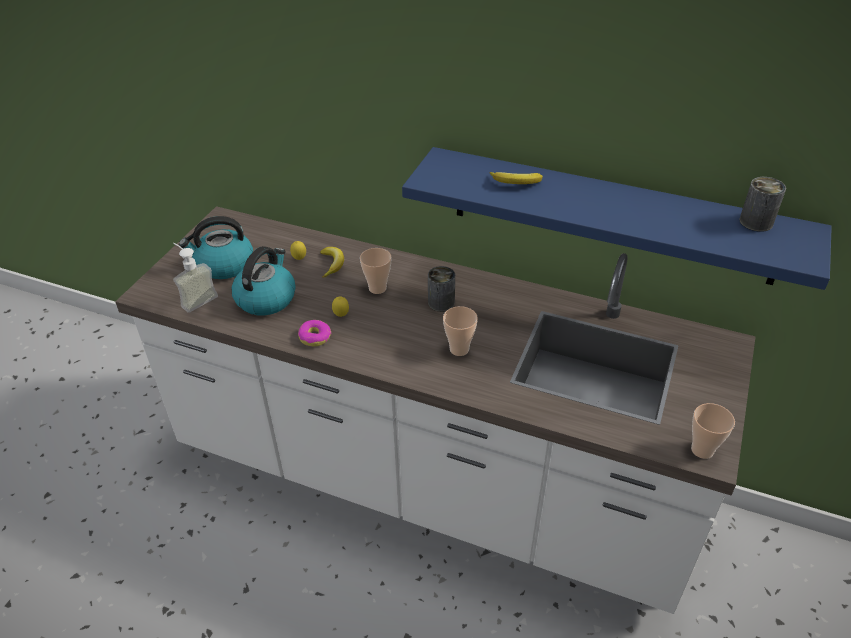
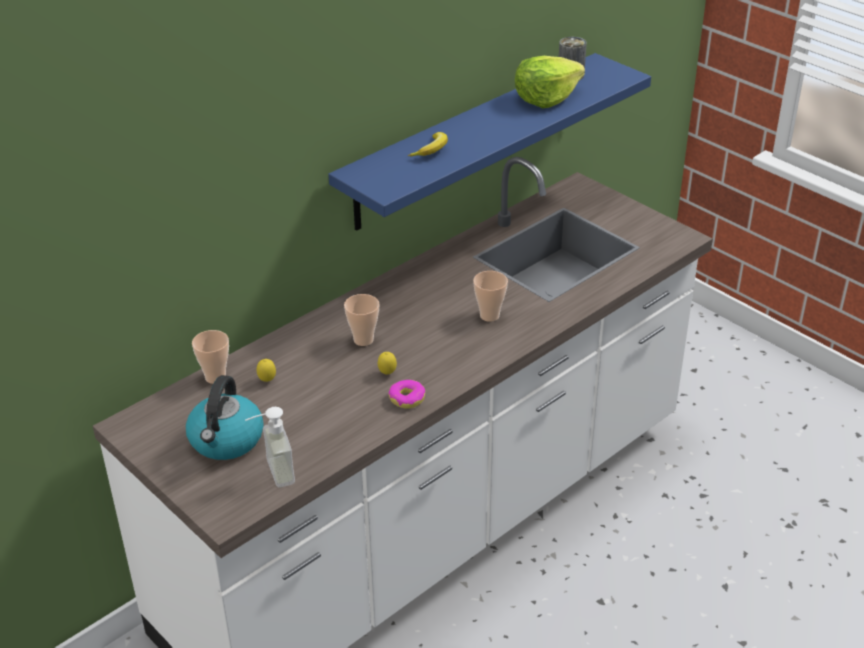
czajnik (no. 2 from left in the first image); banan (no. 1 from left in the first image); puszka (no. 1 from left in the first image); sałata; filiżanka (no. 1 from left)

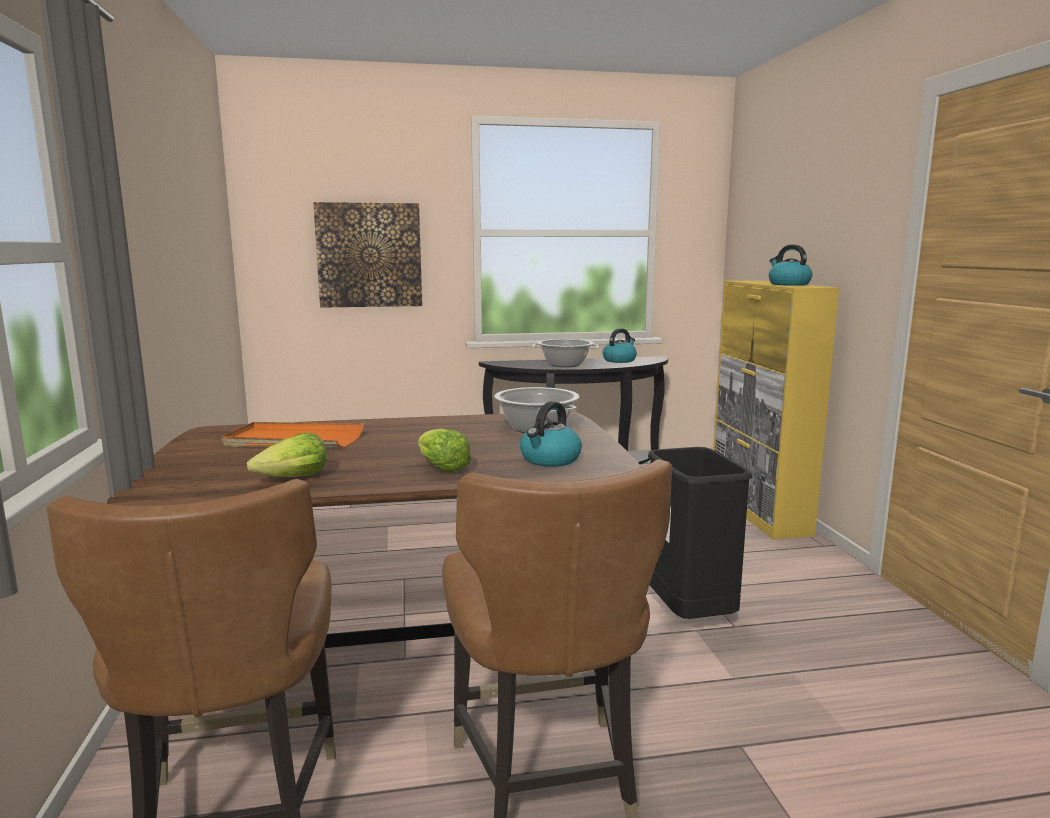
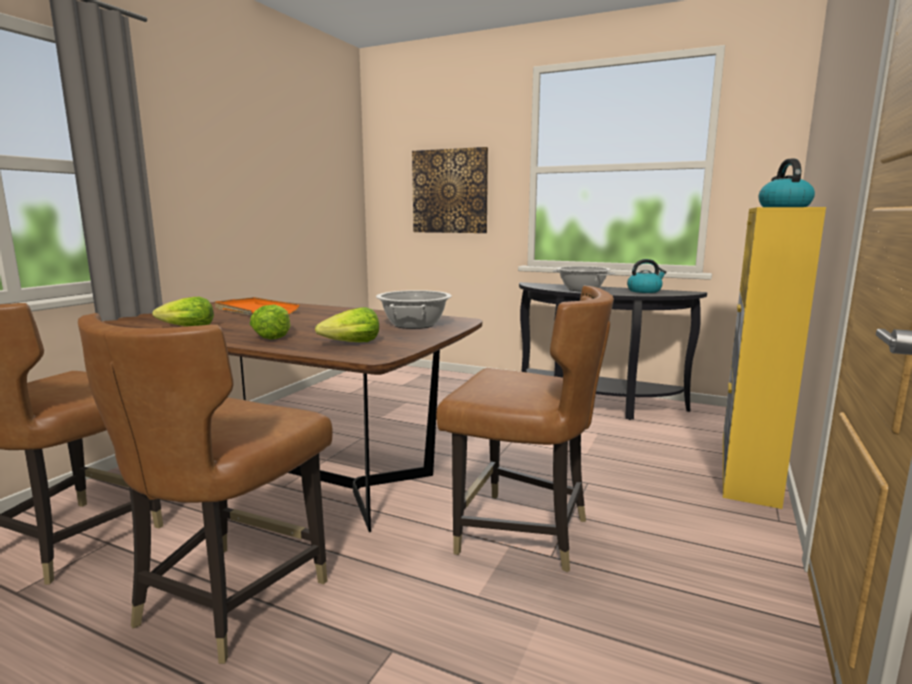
sałata (no. 3 from left); krzesło (brązowy) (no. 3 from left)

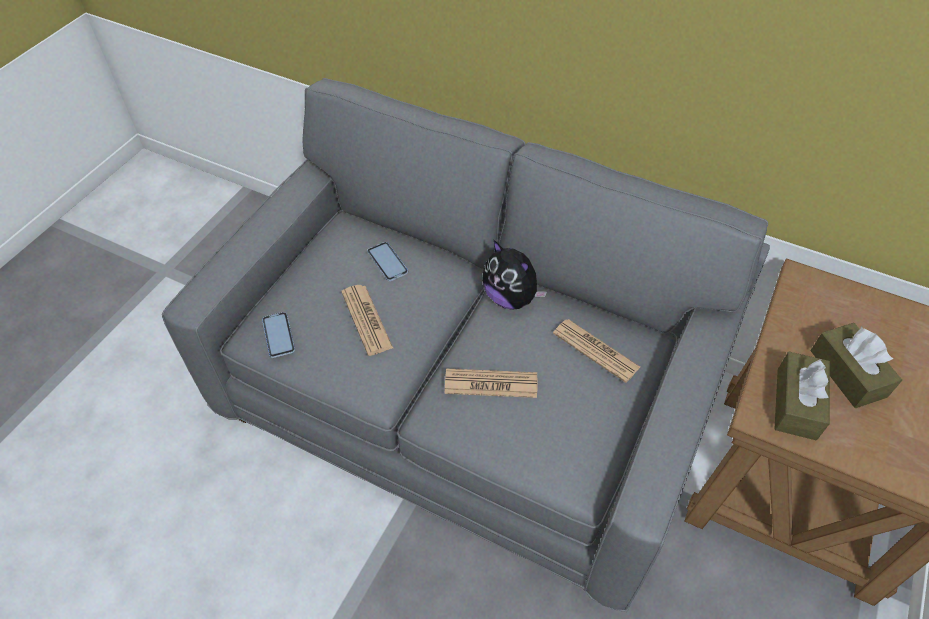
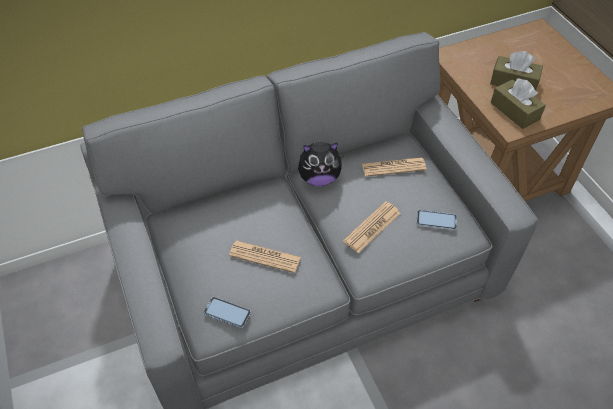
telefon (no. 2 from left)

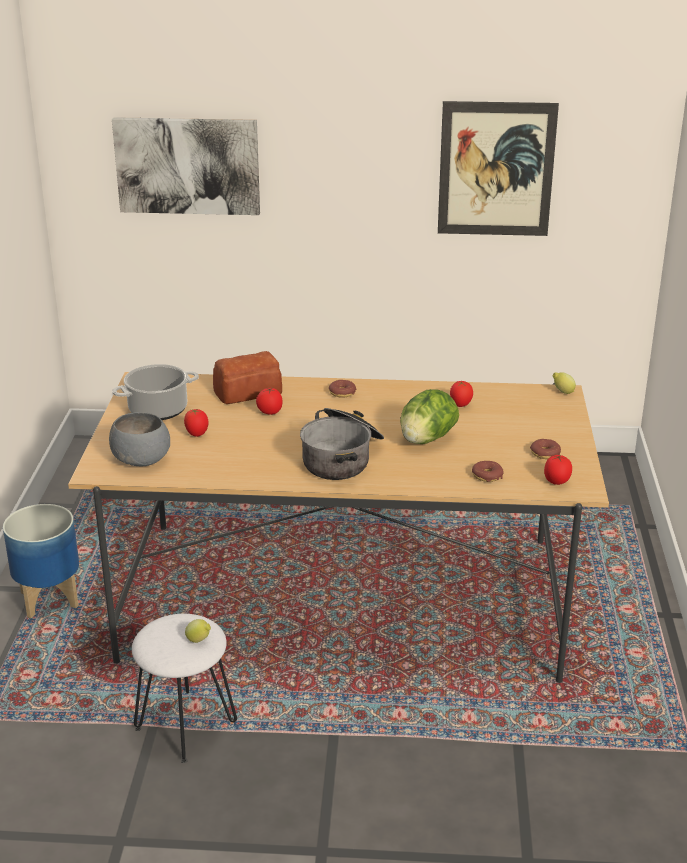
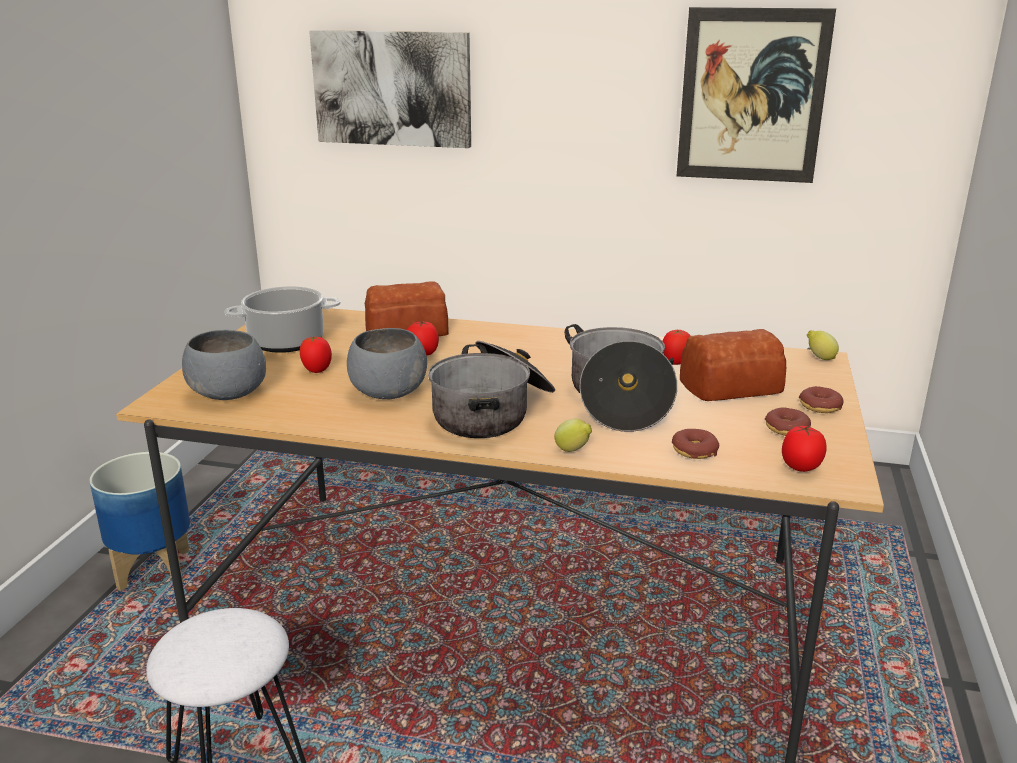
miska (szary) (no. 2 from left); chleb (no. 2 from left); cytryna (no. 1 from left); donut (no. 3 from left); garnek (no. 3 from left)

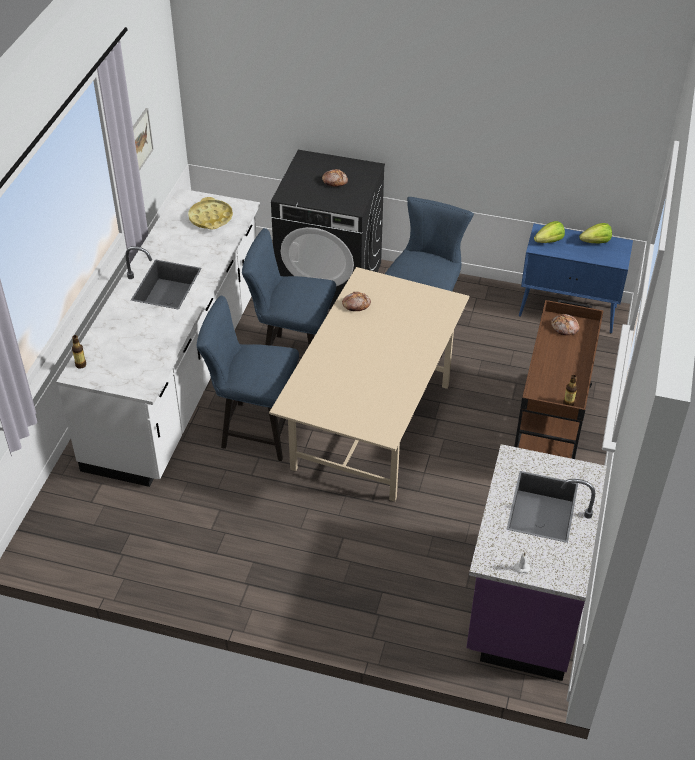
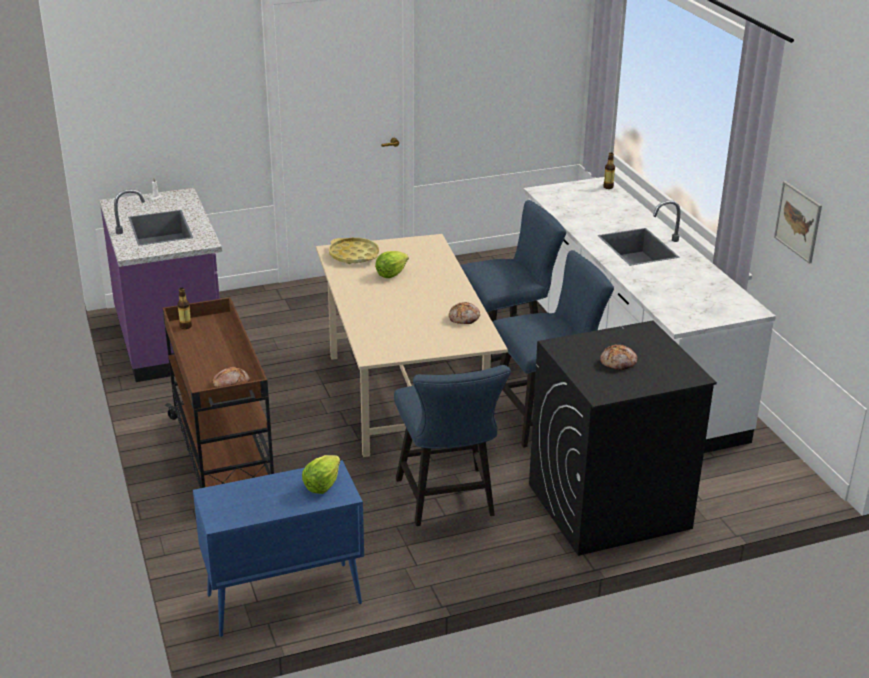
taca (żółty); sałata (no. 2 from left)

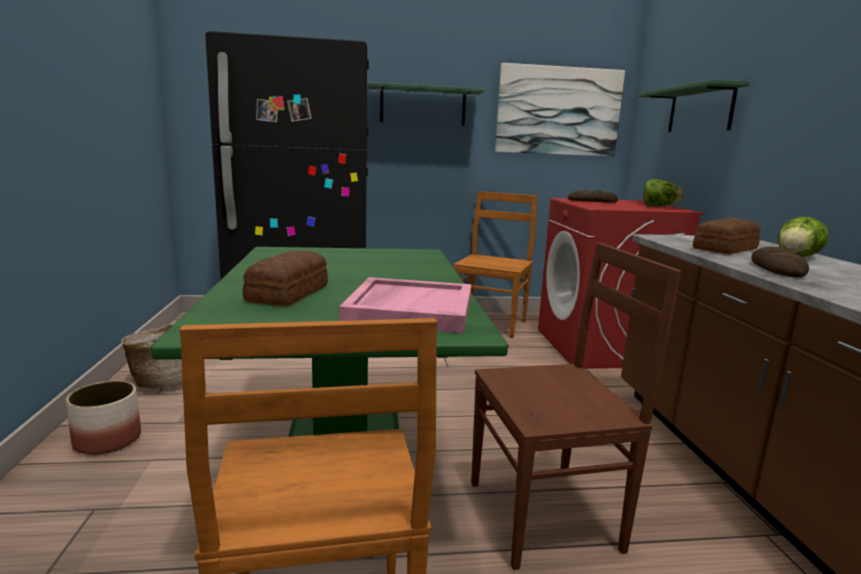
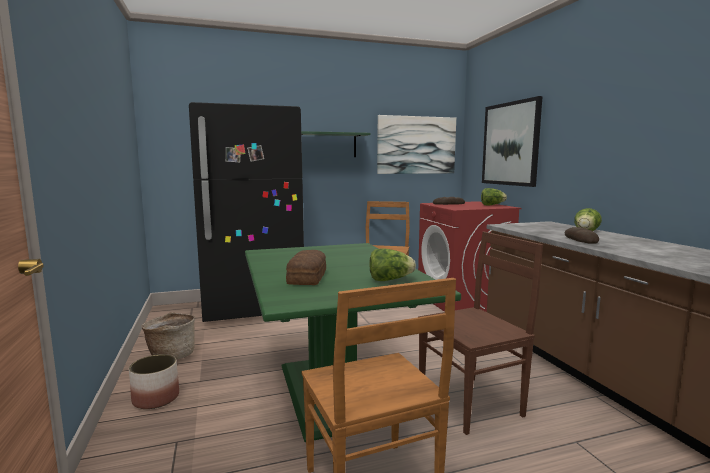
chleb (no. 3 from left in the first image); sałata (no. 1 from left); obraz (no. 2 from left)

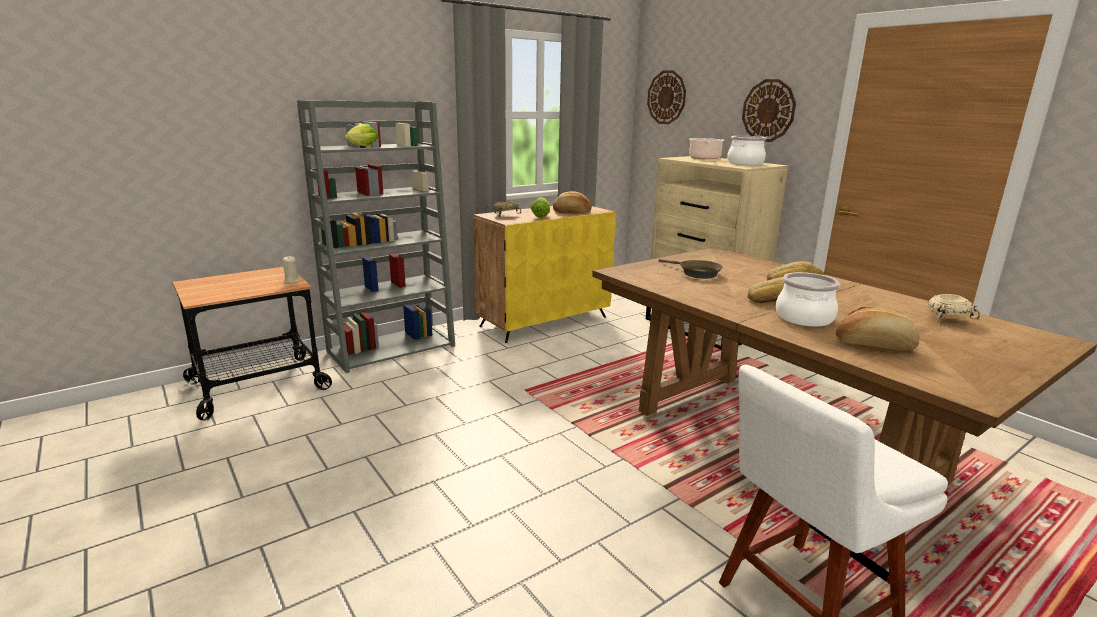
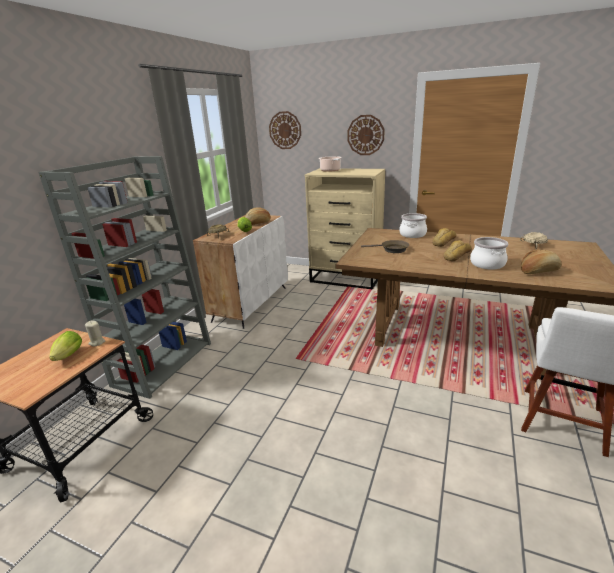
sałata (no. 1 from left); garnek (no. 2 from left); szafka (biały)

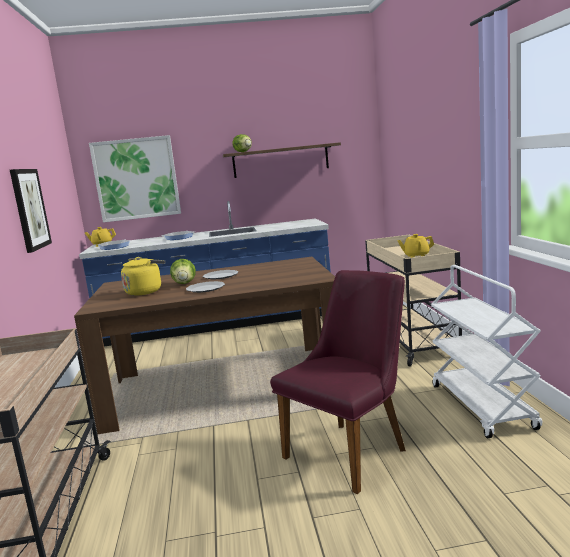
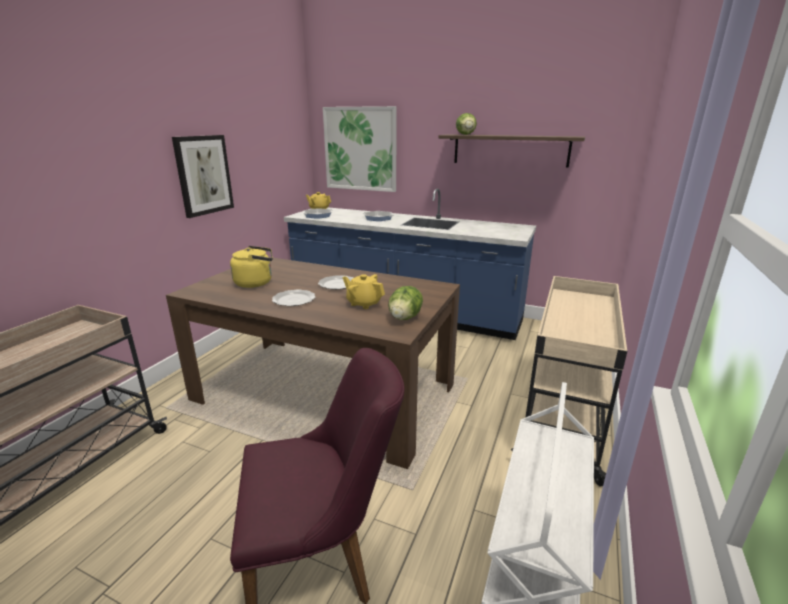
sałata (no. 1 from left); imbryk (żółty) (no. 2 from left)

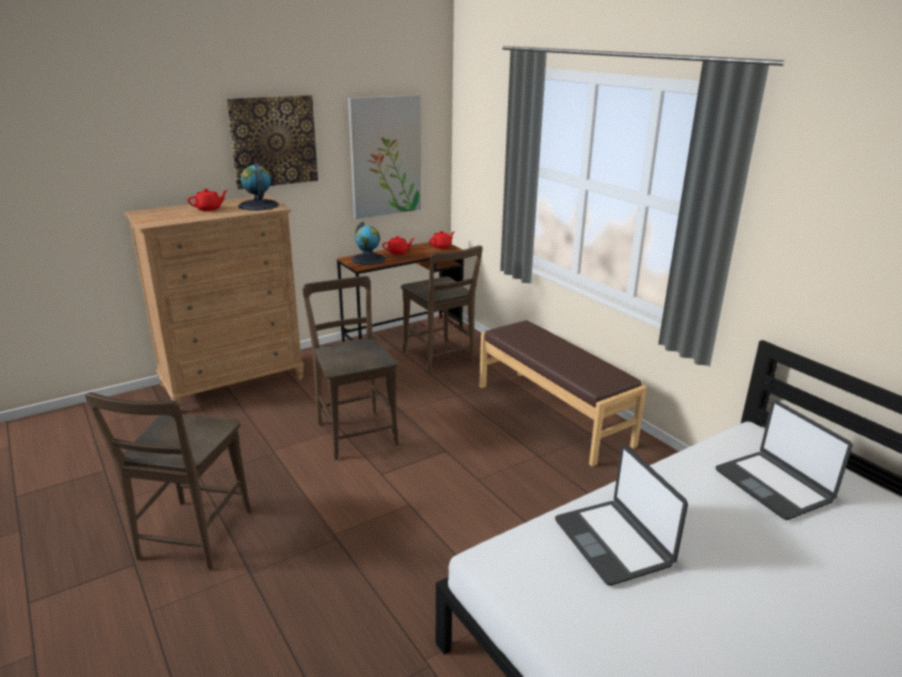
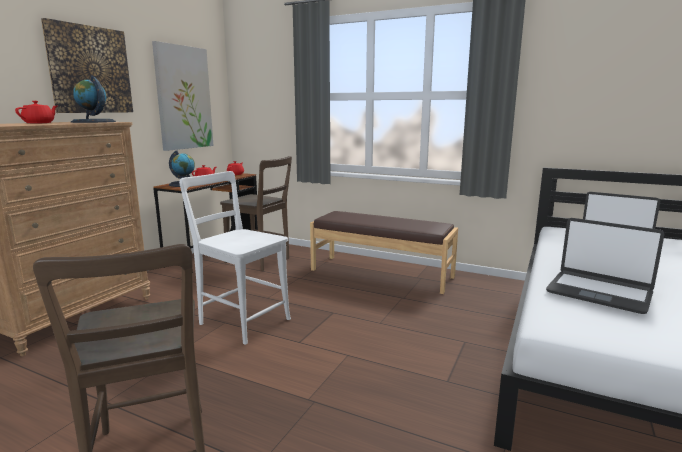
krzesło (biały)

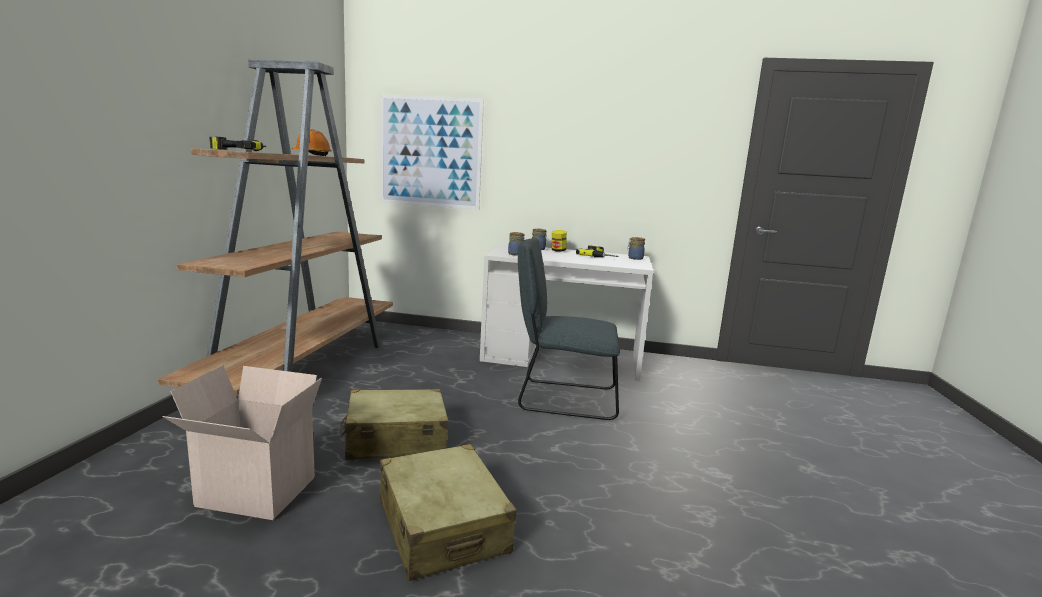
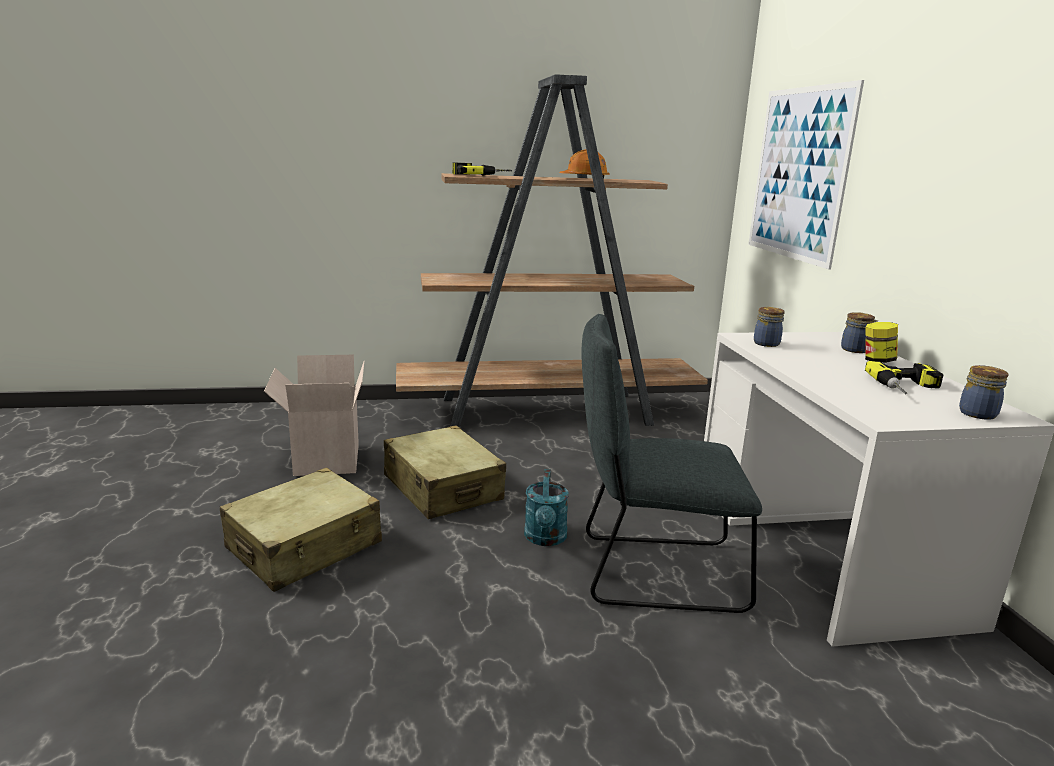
konewka (turkusowy); krzesło (szary)

